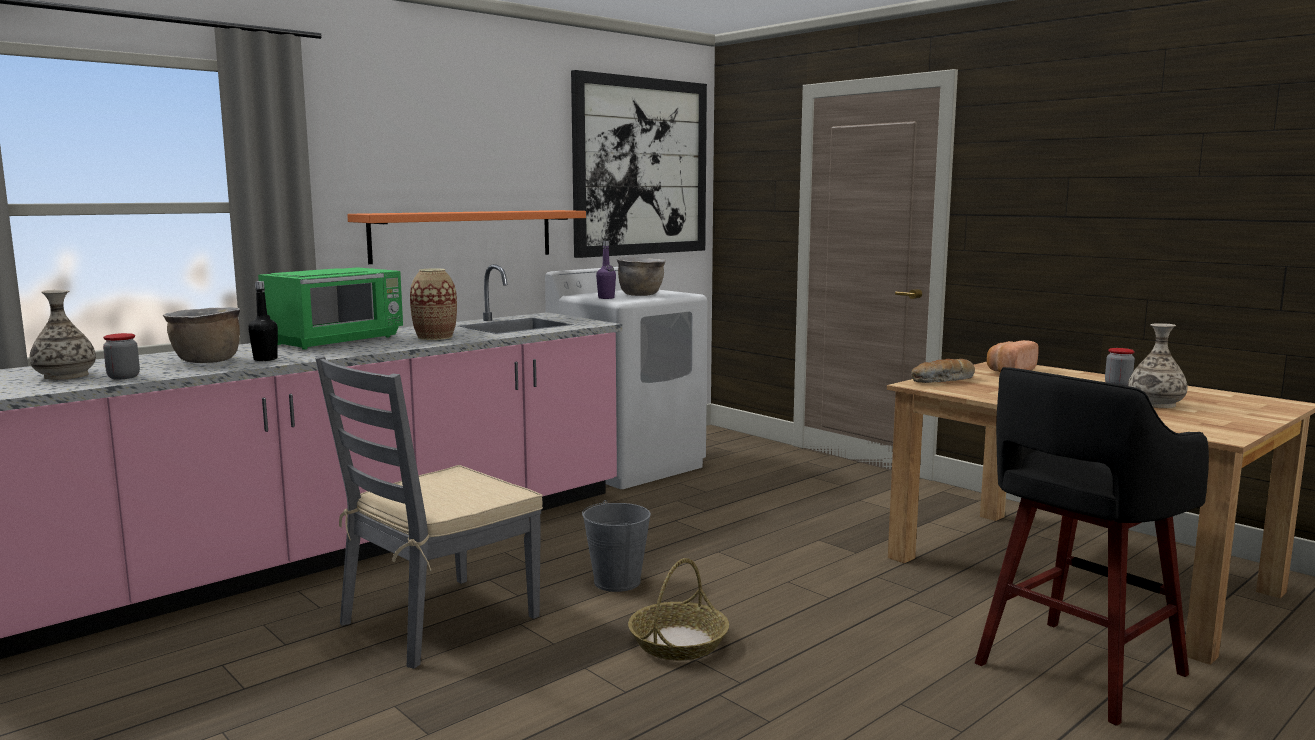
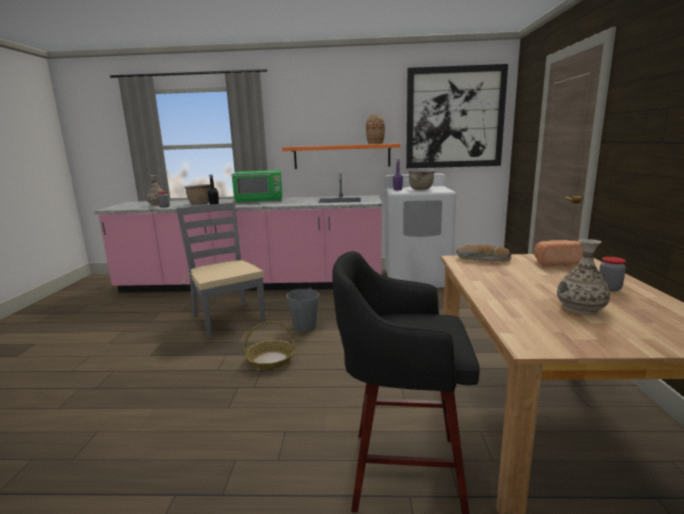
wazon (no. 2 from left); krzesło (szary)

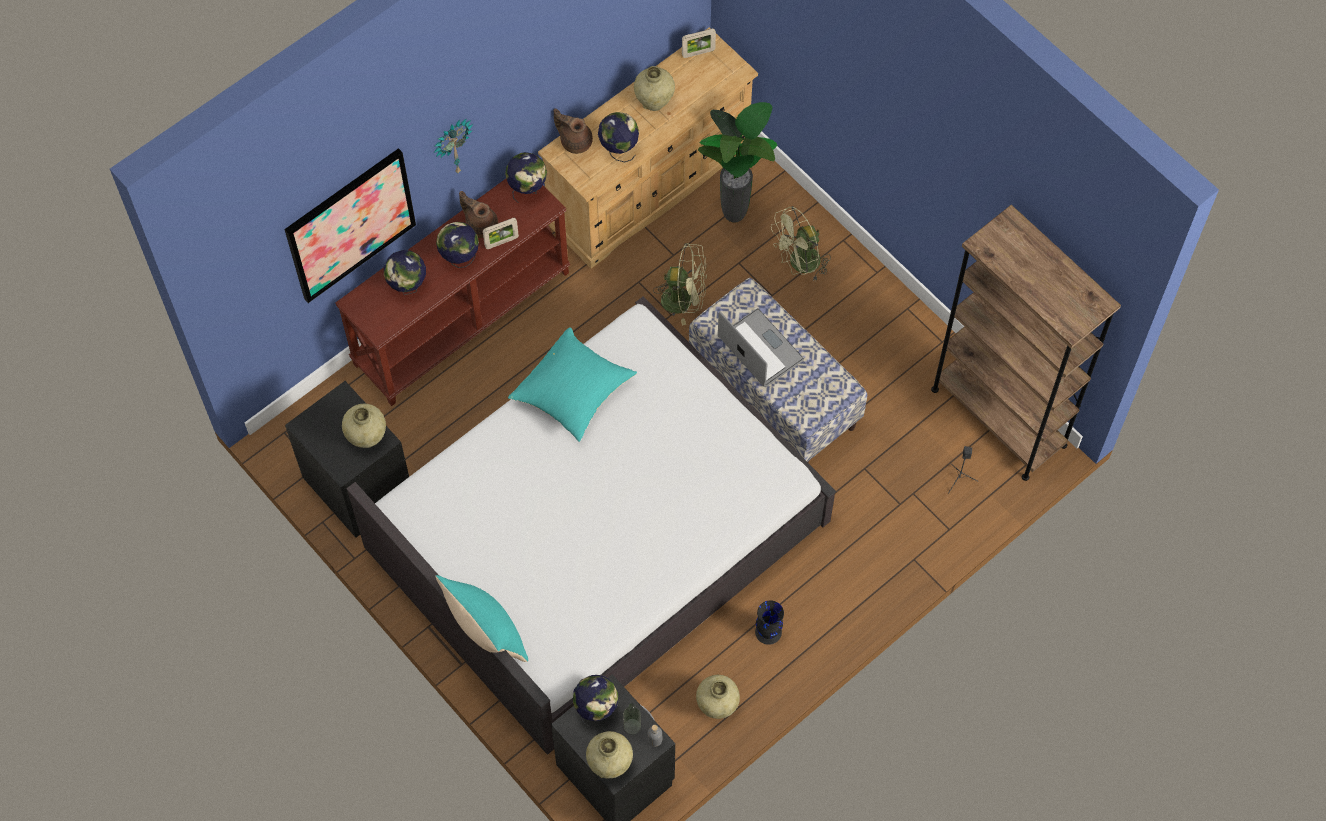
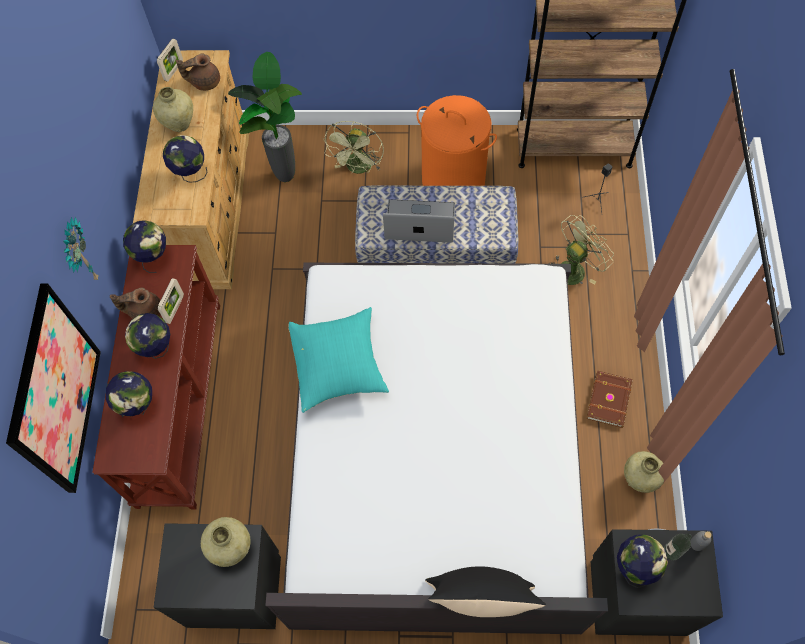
wazon (beżowy) (no. 2 from left in the first image); kosz na pranie (pomarańczowy); imbryk (brązowy) (no. 2 from left); wentylator (zielony) (no. 2 from left); książka (brązowy); poduszka (czarny)

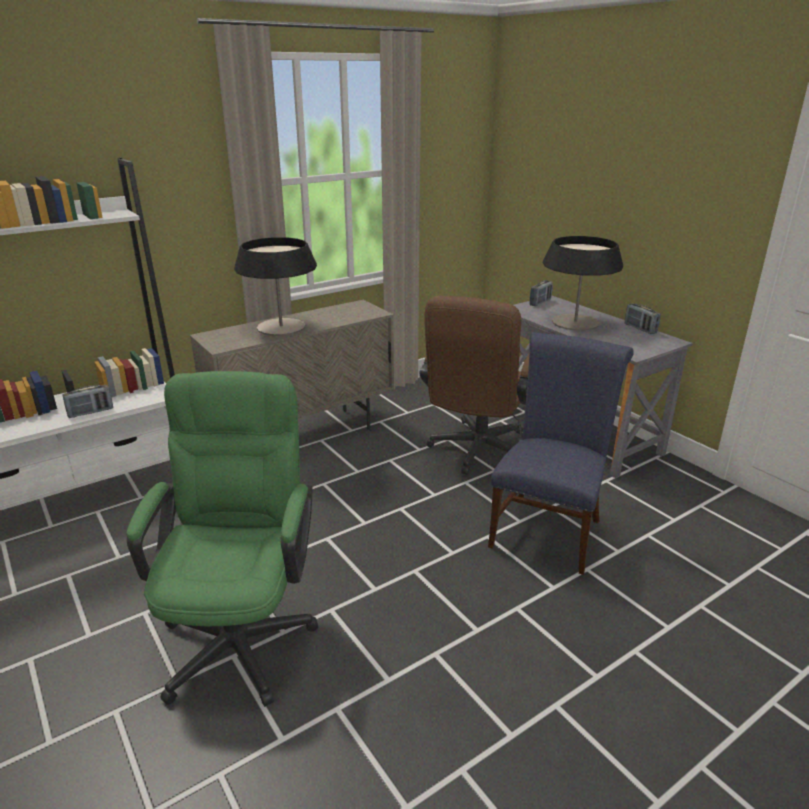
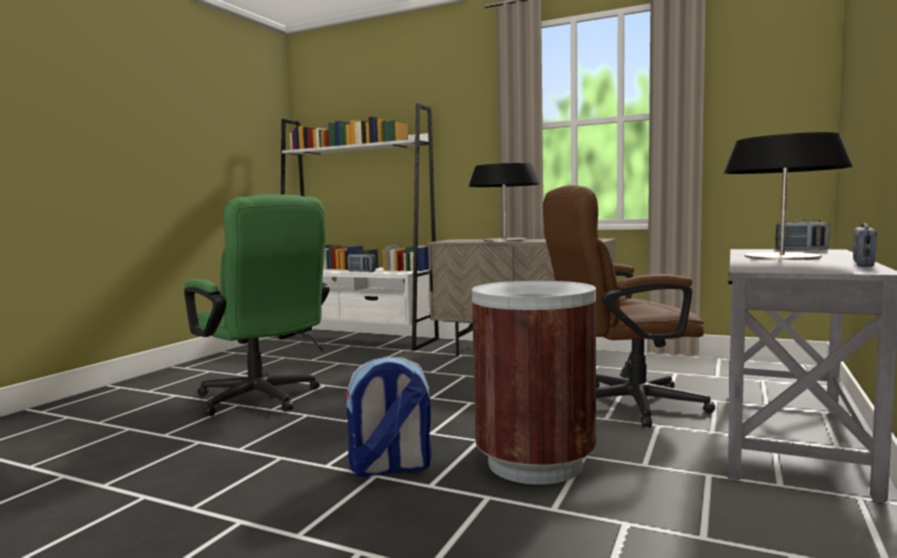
plecak; kosz na śmieci (brązowy); krzesło biurowe (zielony)

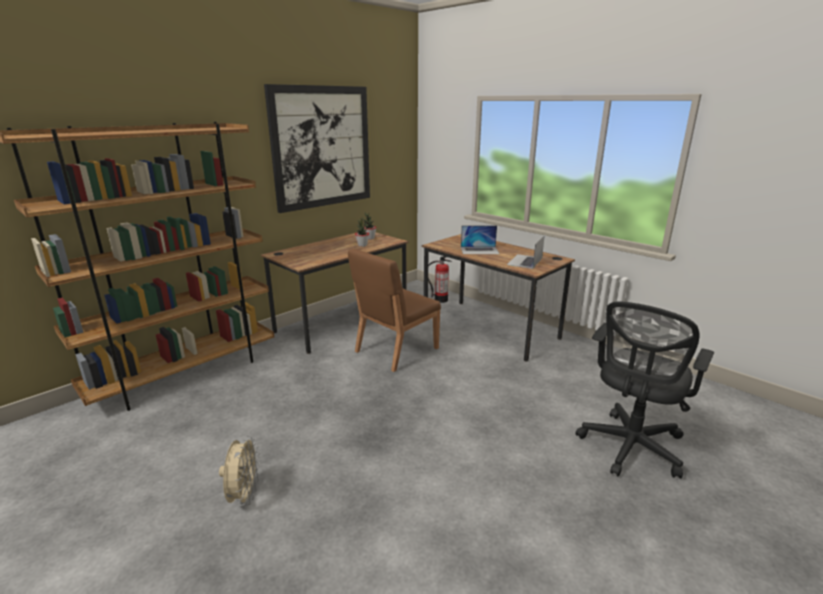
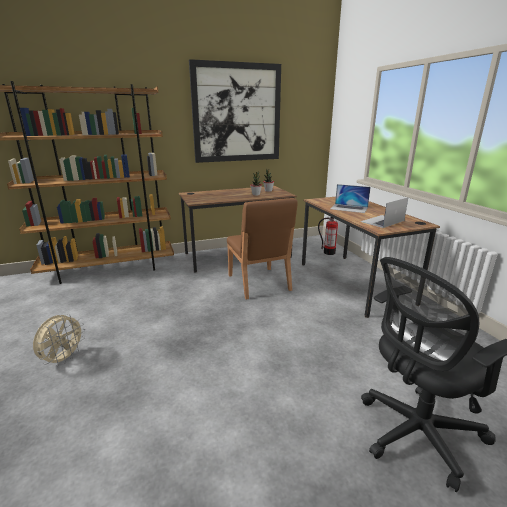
krzesło (brązowy)

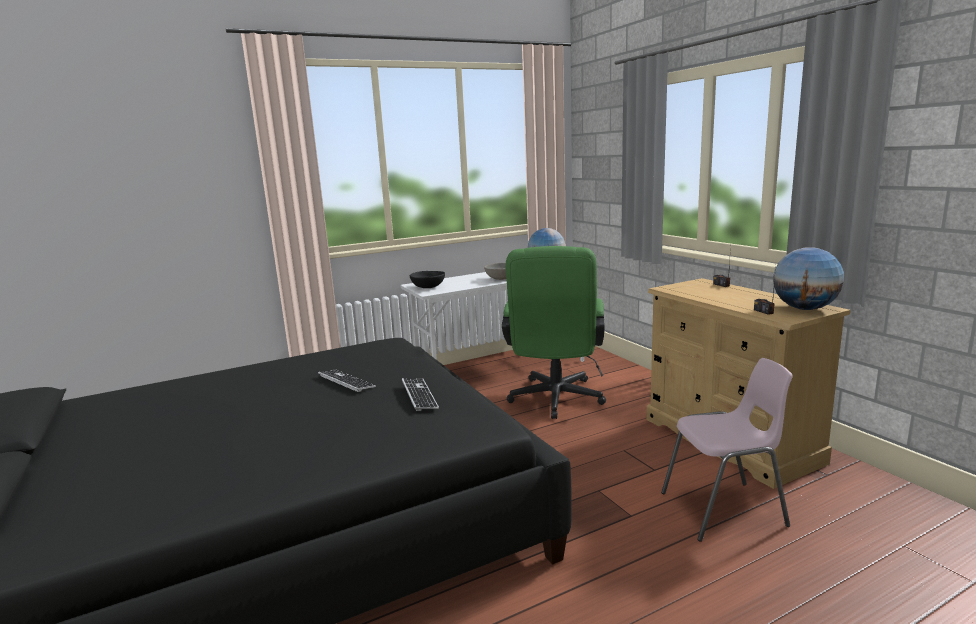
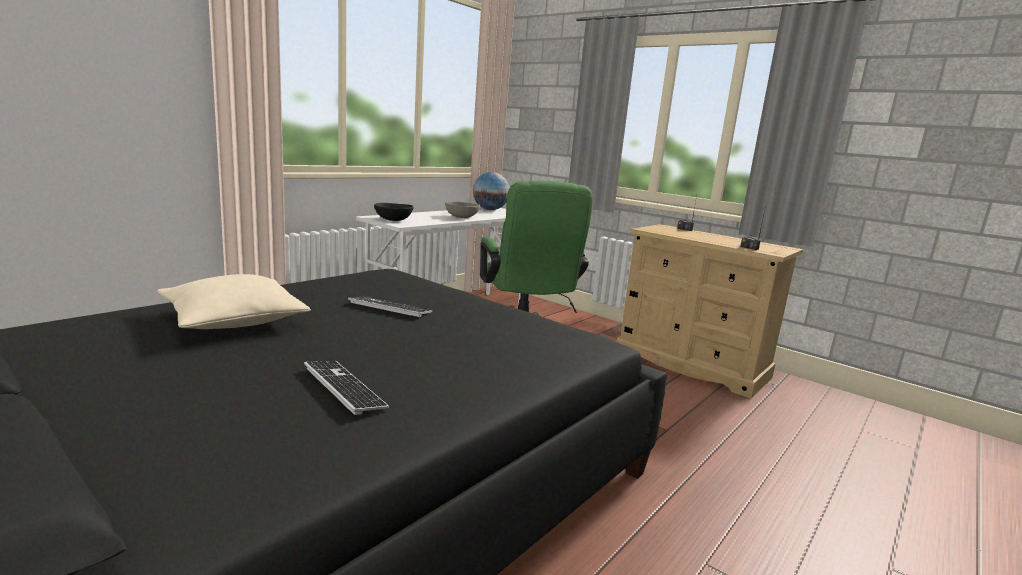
krzesło (różowy); globus (no. 2 from left in the first image); poduszka (beżowy); klawiatura (no. 1 from left)

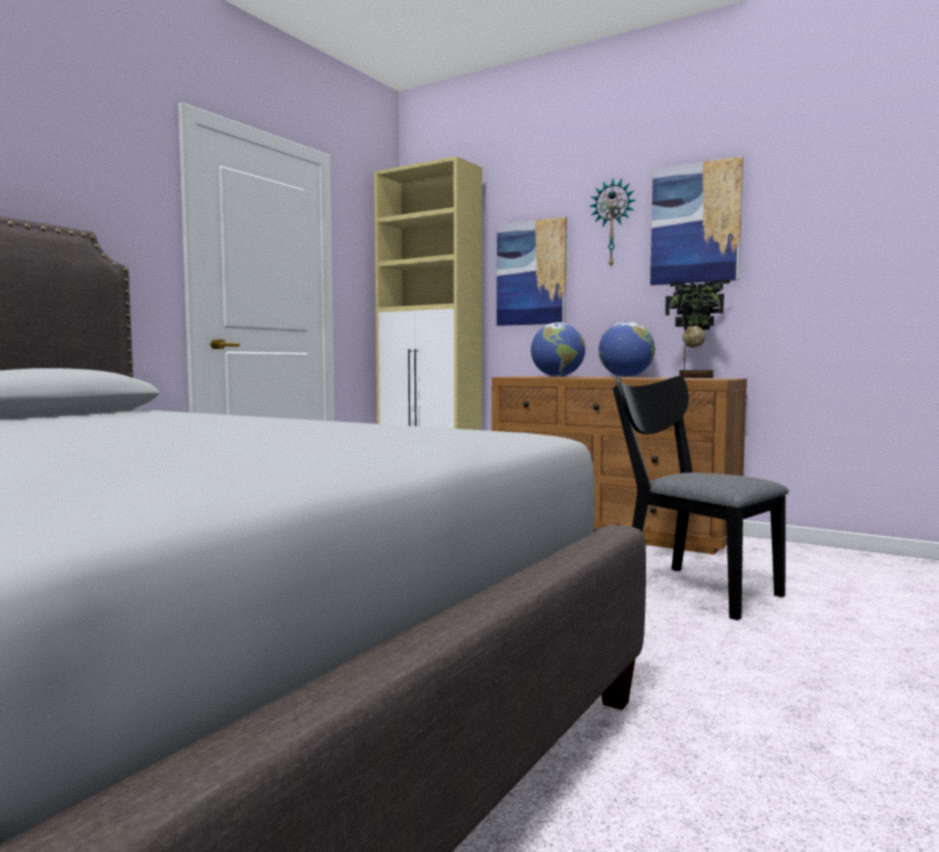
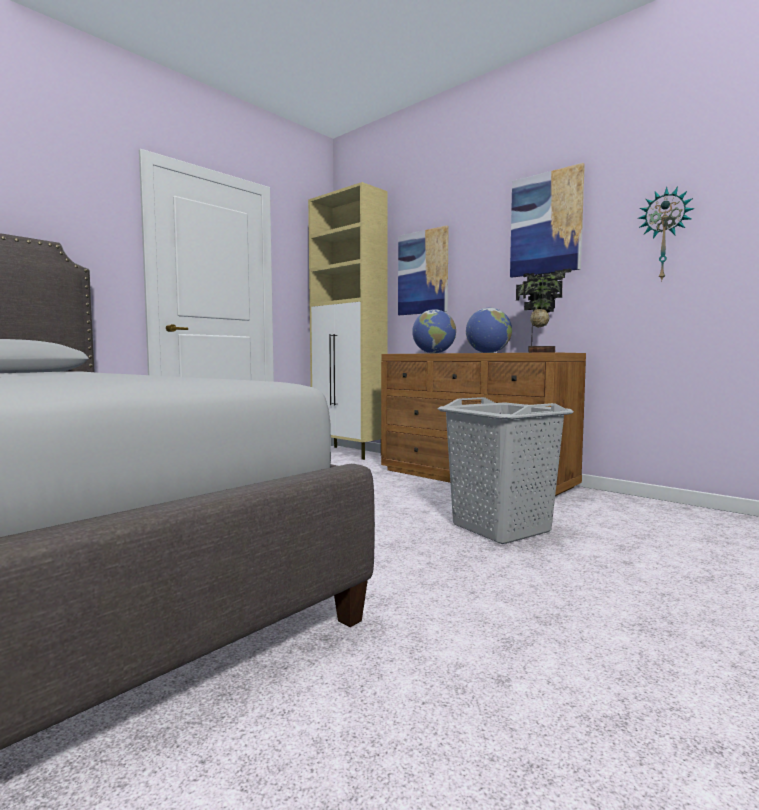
zegar ścienny; kosz na pranie (szary)

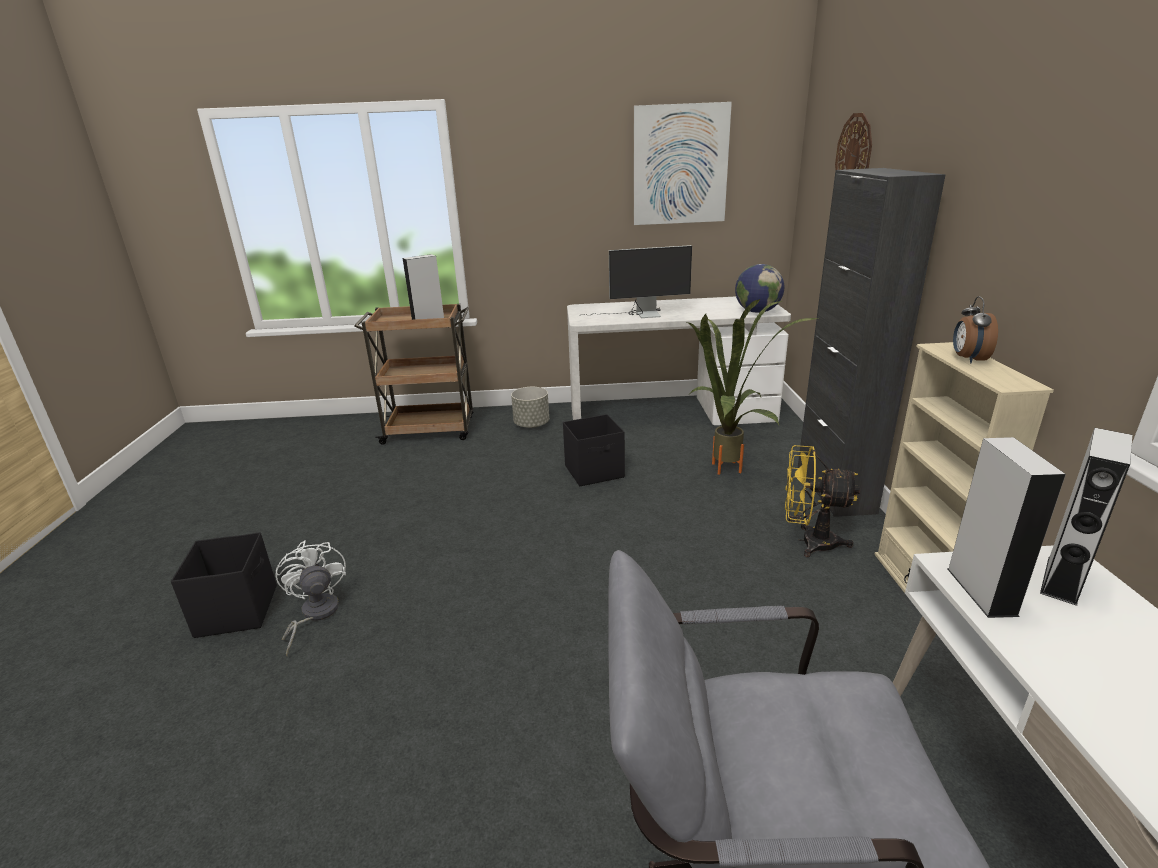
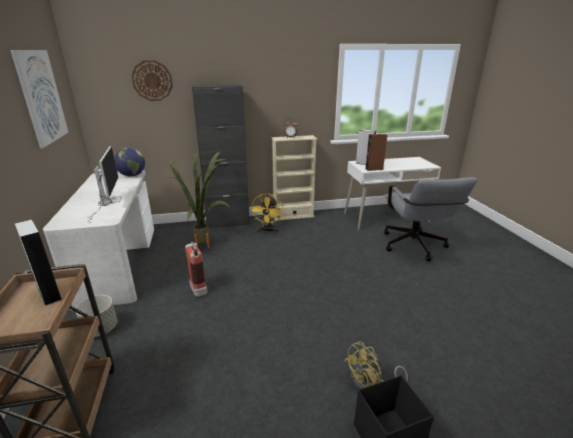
gaśnica; wentylator (żółty) (no. 2 from left); głośnik (brązowy)

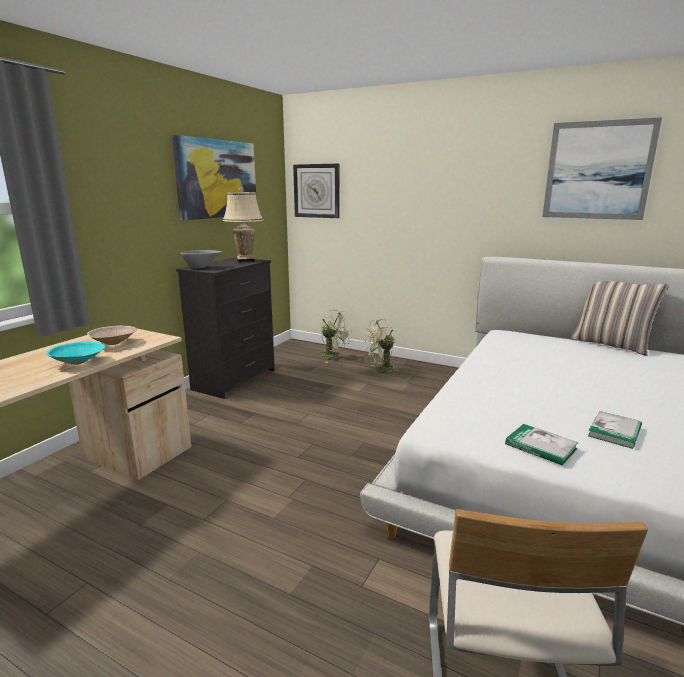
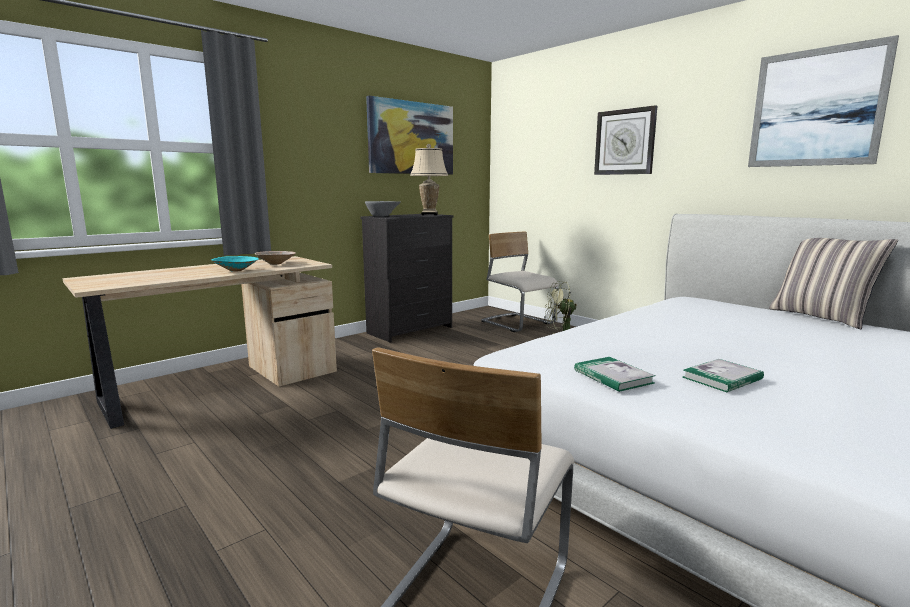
zegar ścienny; krzesło (beżowy) (no. 2 from left)

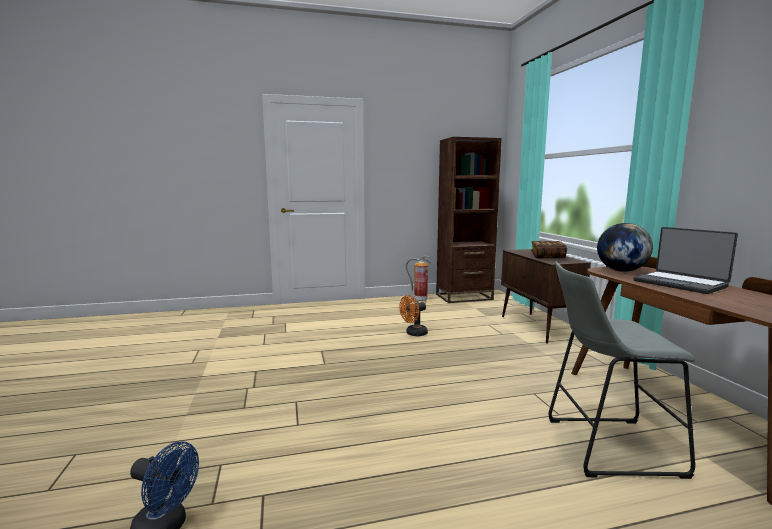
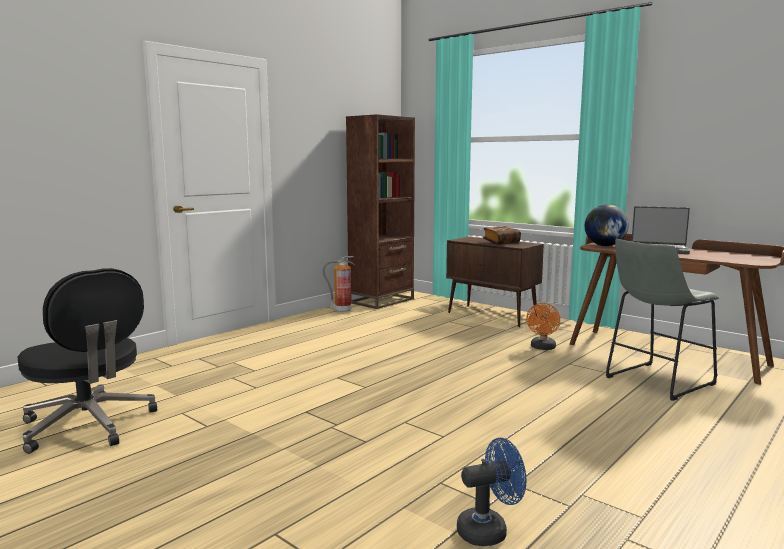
krzesło biurowe (czarny); wentylator (pomarańczowy)

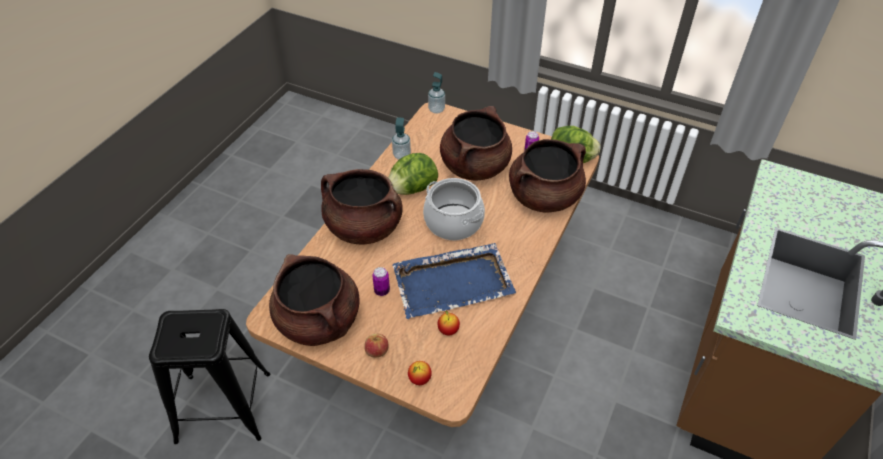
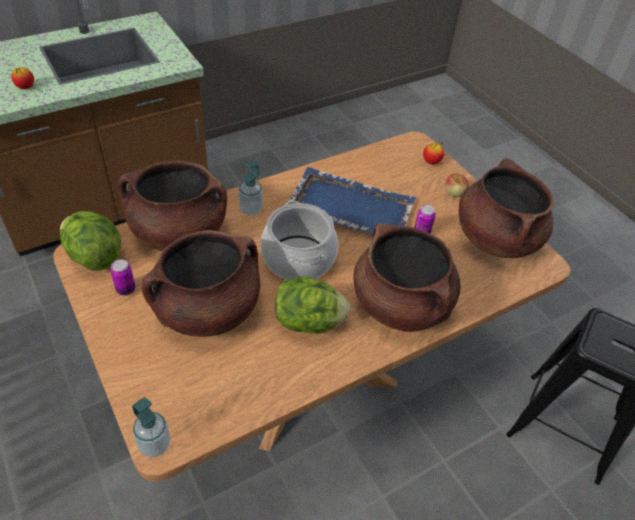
dozownik mydła (no. 2 from left); jabłko (no. 1 from left)

